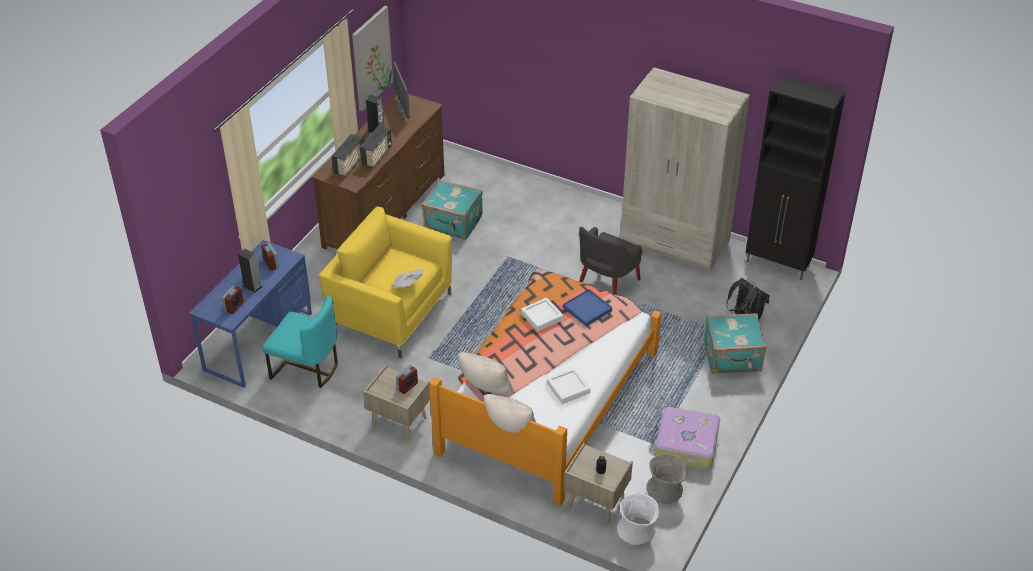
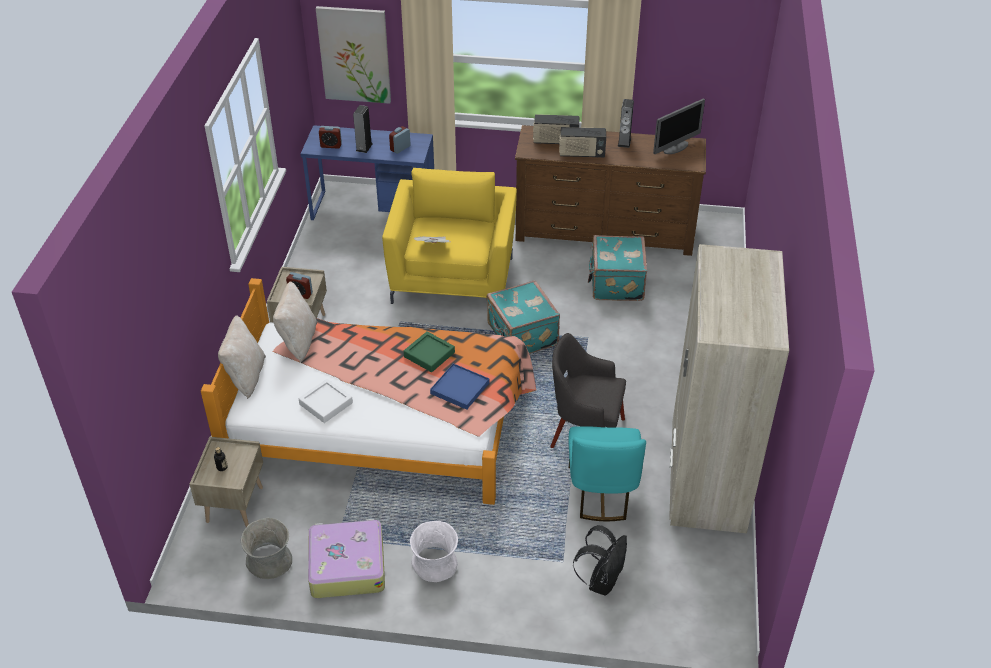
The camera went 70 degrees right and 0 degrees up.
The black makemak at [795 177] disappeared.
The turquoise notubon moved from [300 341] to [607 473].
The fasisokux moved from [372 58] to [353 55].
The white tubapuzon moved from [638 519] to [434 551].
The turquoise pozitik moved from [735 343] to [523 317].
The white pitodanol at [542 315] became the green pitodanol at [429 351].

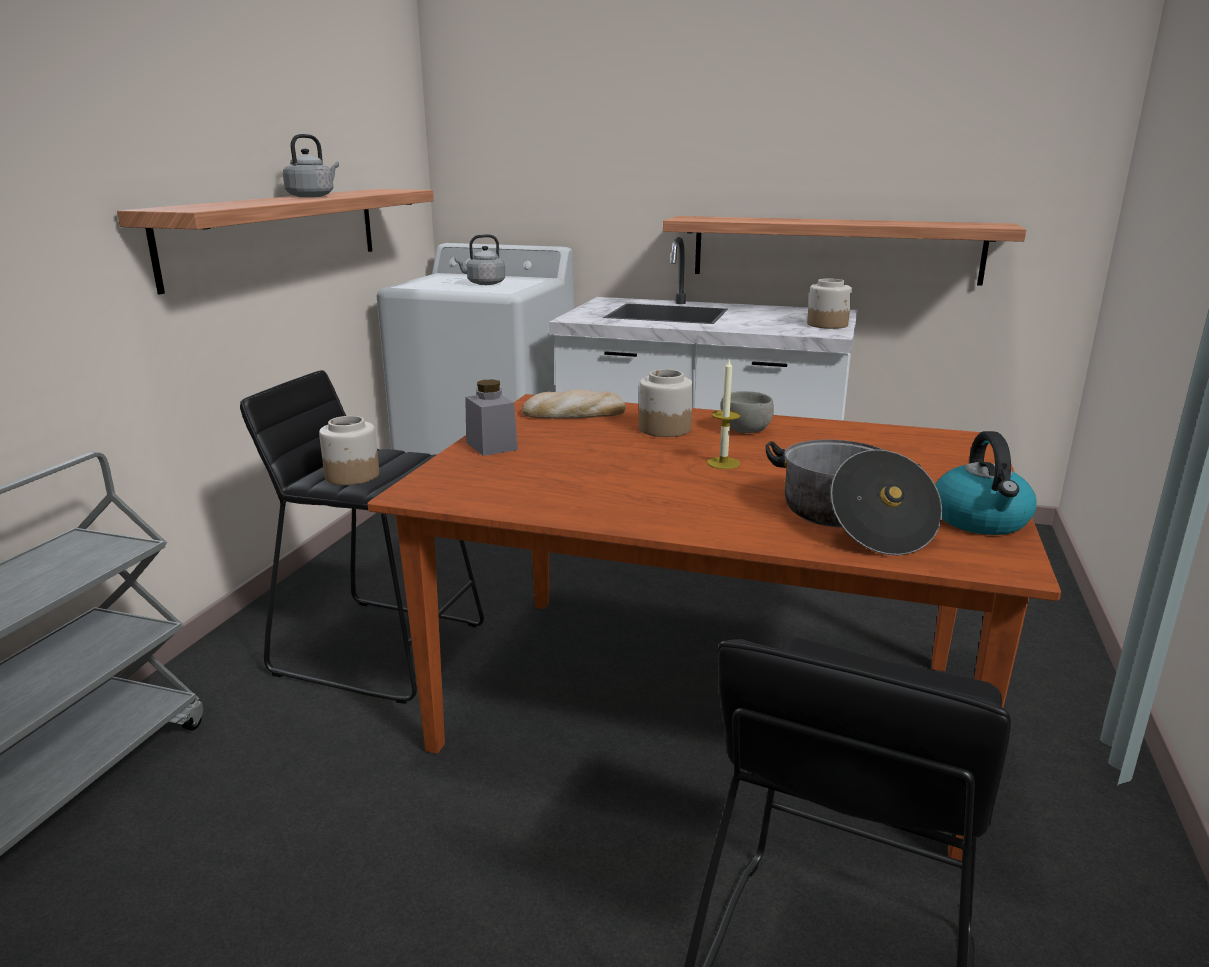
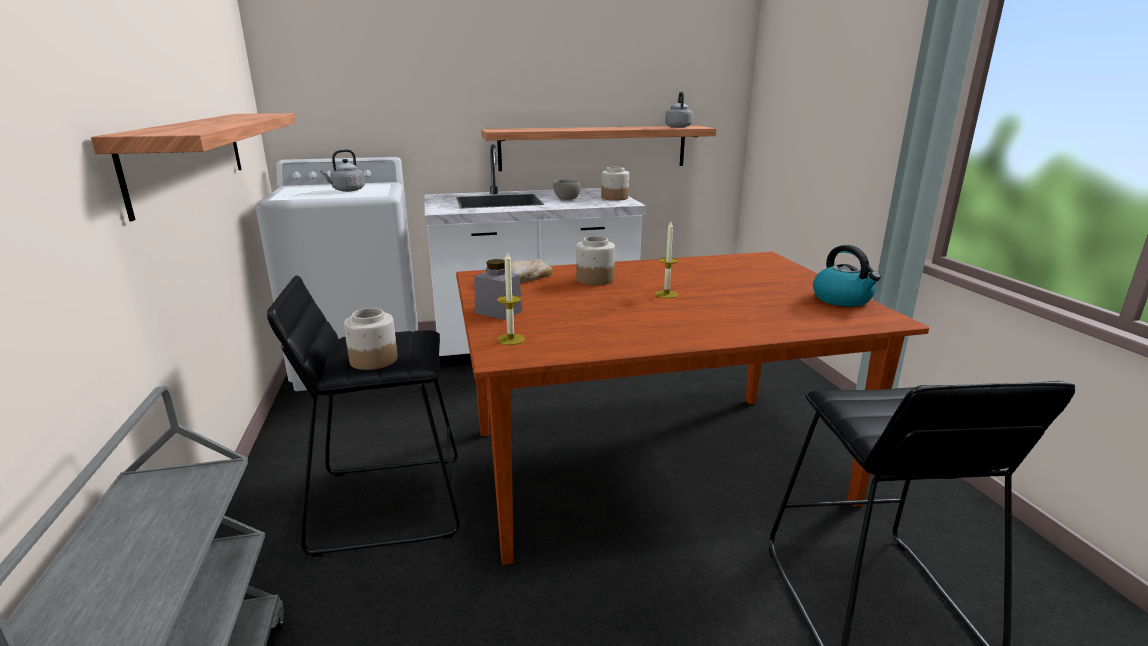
The camera went 30 degrees left and 0 degrees up.
The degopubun at [853 497] disappeared.
The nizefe at [511 298] appeared.
The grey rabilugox moved from [311 165] to [679 109].
The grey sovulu moved from [747 412] to [567 189].

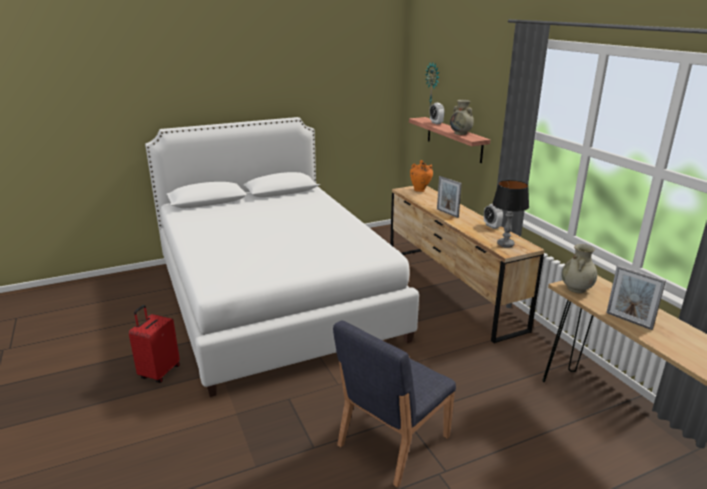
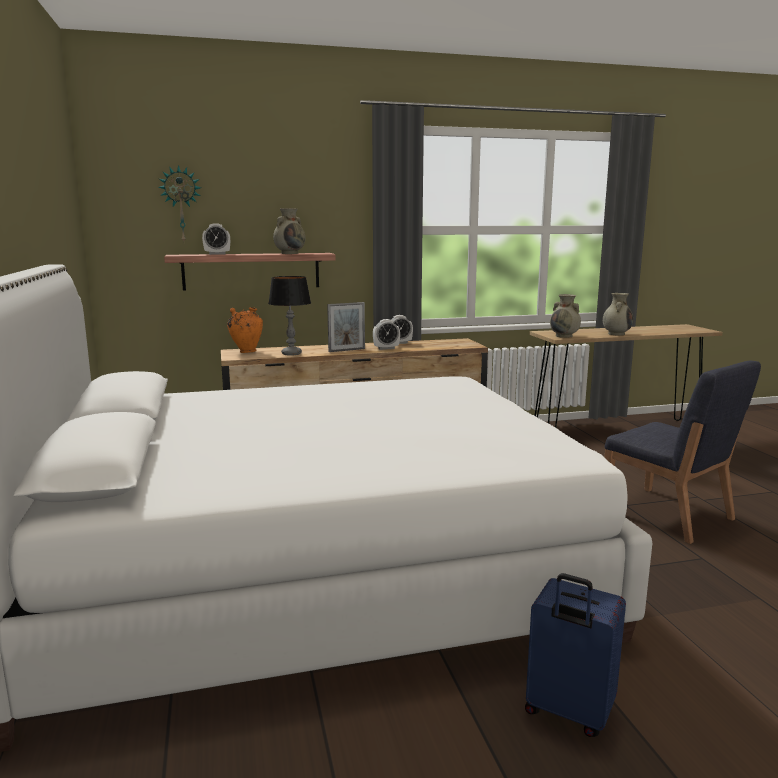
The camera went 80 degrees left and 10 degrees down.
The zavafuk at [386 334] appeared.
The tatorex moved from [510 214] to [289 316].
The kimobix at [636 297] was replaced by the beige tubapuzon at [618 314].
The red pozitik at [154 344] became the blue pozitik at [575 655].

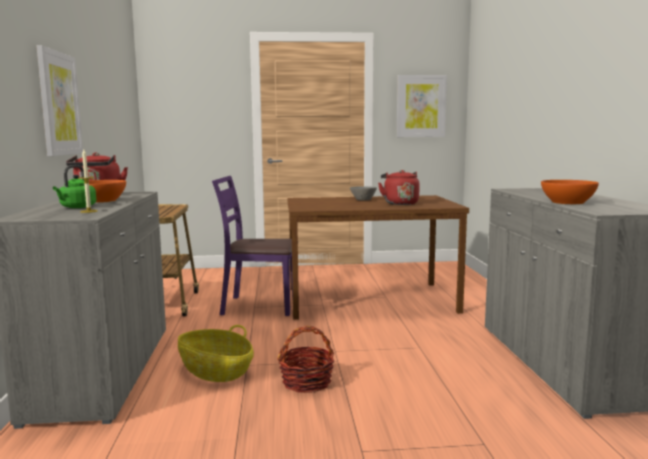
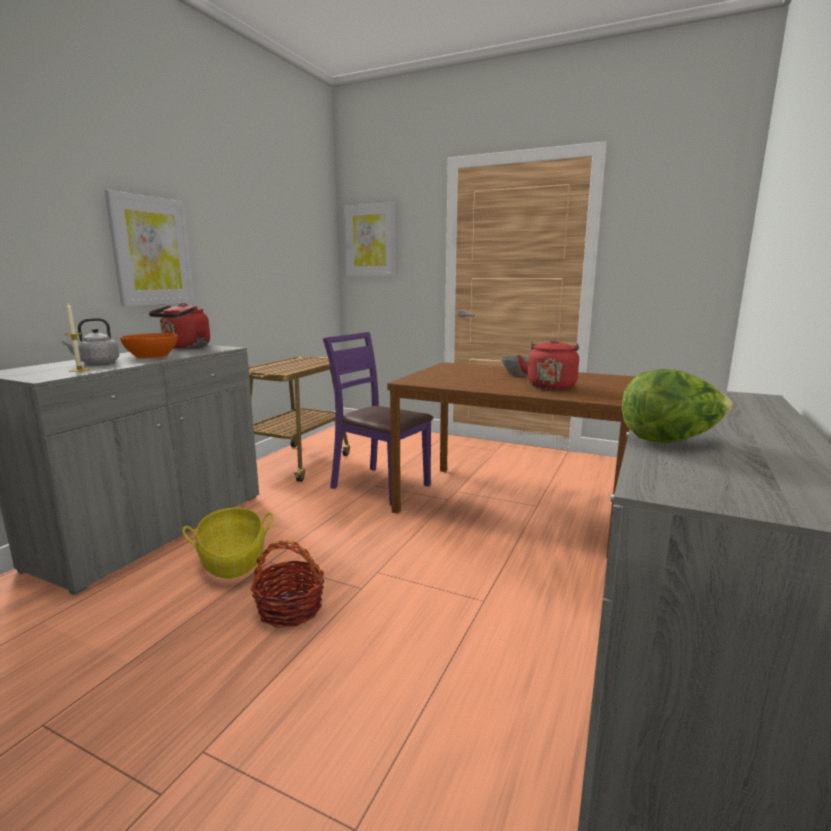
The camera went 30 degrees right and 5 degrees up.
The fasisokux moved from [422 106] to [370 239].
The orange sovulu at [570 192] was replaced by the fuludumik at [677 406].
The green rabilugox at [74 186] became the grey rabilugox at [90 341].

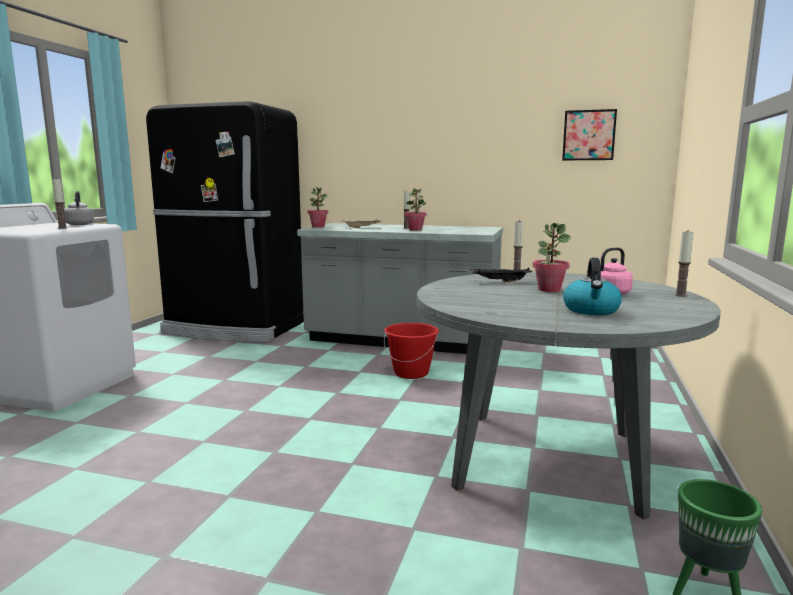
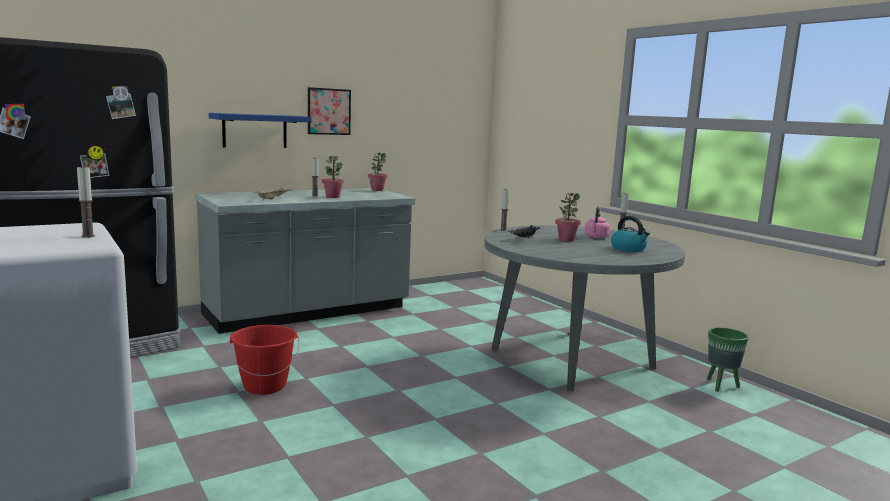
The camera went 50 degrees left and 0 degrees up.
The grey rabilugox at [79 208] disappeared.
The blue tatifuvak at [260 130] appeared.
The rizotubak moved from [318 208] to [378 172].
The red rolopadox moved from [411 351] to [263 360].
The fasisokux moved from [589 134] to [329 111].

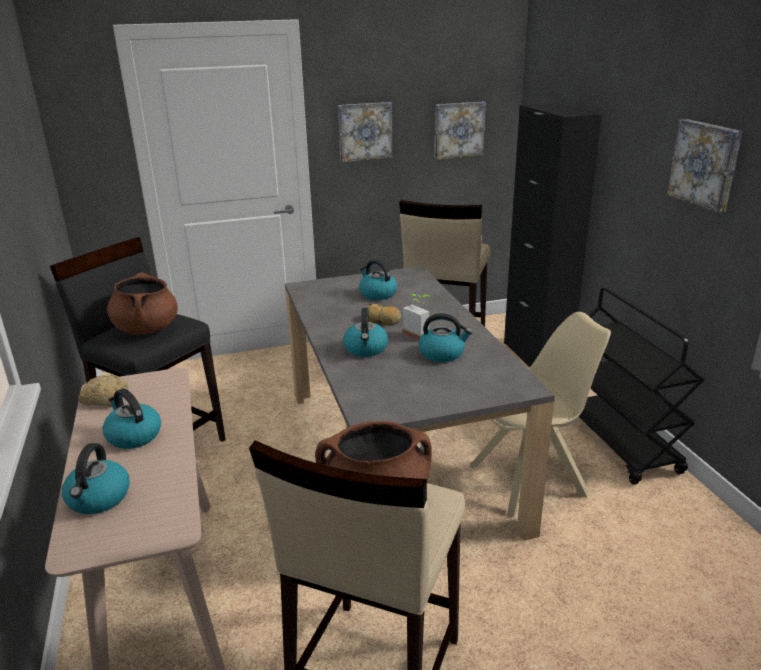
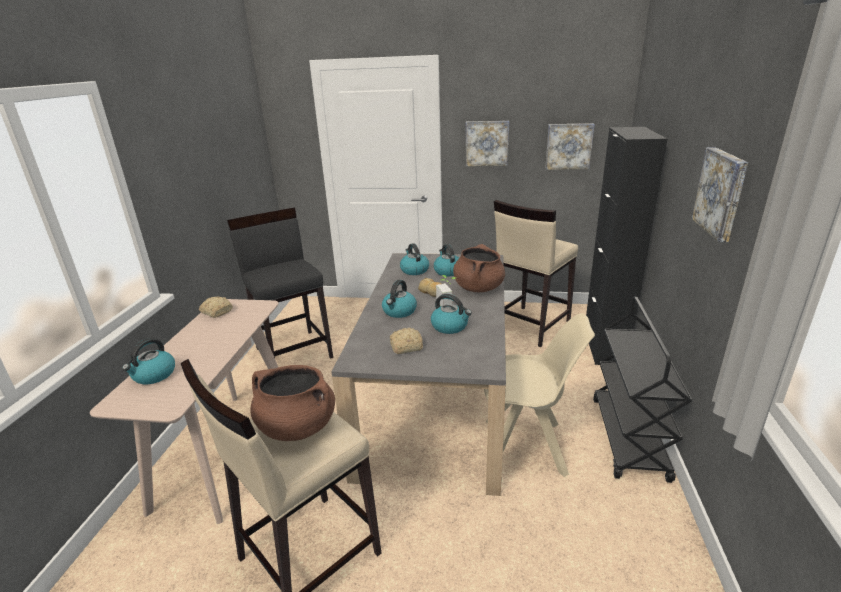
The camera went 25 degrees right and 0 degrees up.
The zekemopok at [406 341] appeared.
The rabilugox moved from [131 419] to [414 259].
The brown degopubun moved from [142 303] to [479 268].

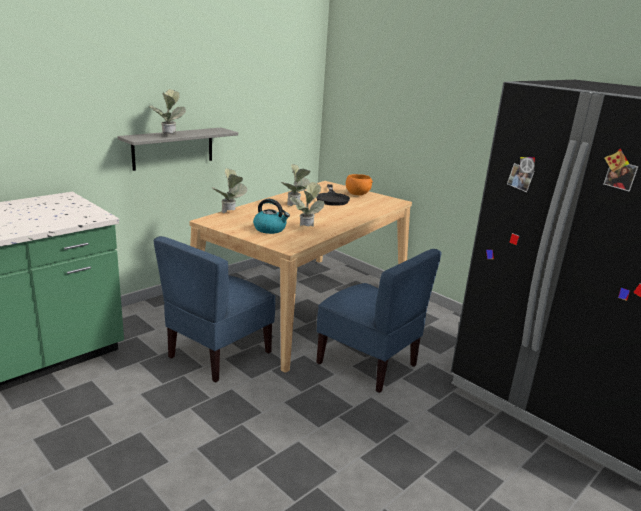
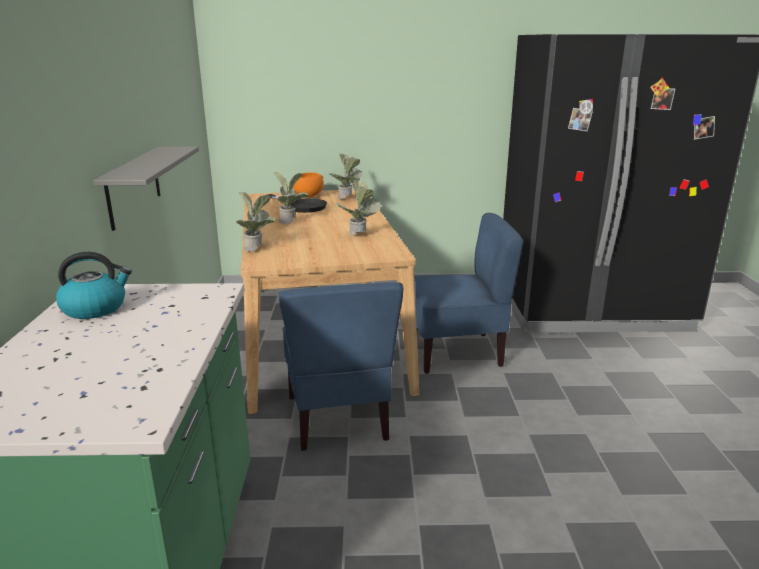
The camera went 45 degrees left and 0 degrees up.
The rizotubak moved from [167 112] to [345 176].
The rabilugox moved from [271 216] to [94 285].

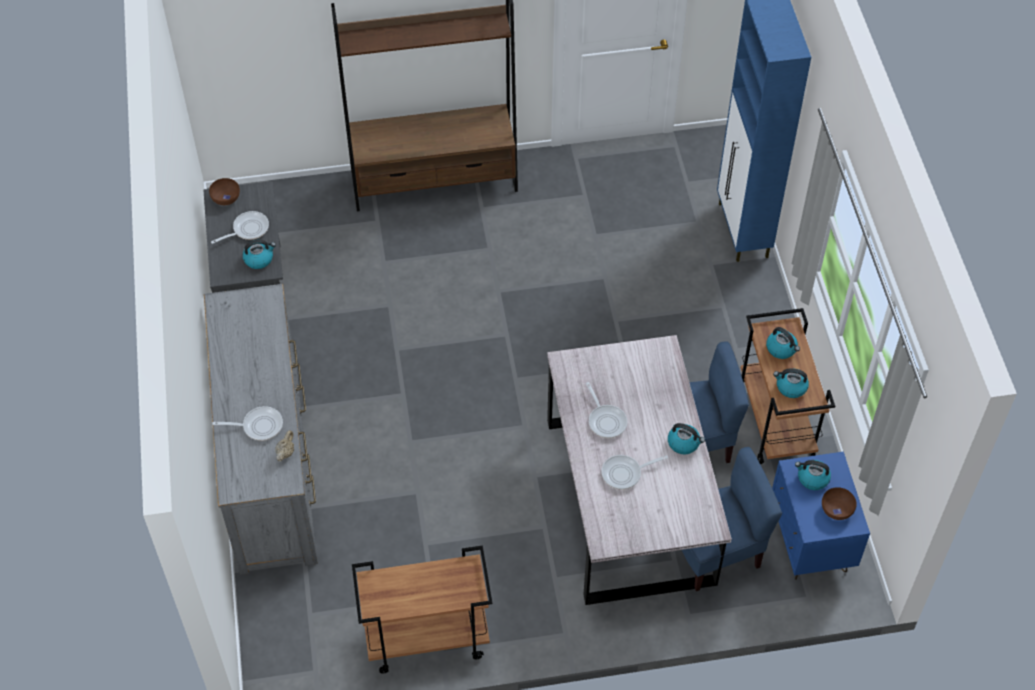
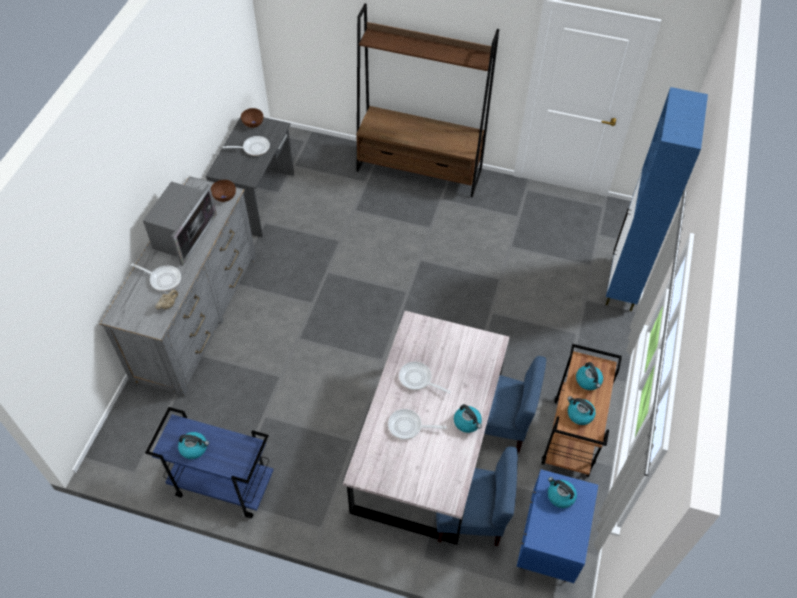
The camera went 25 degrees right and 0 degrees up.
The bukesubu at [180 223] appeared.
The rabilugox moved from [259 254] to [193 445].
The brown sovulu moved from [839 503] to [223 191].
The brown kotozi at [422 609] became the blue kotozi at [209 462].
The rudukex at [606 410] turned 120 degrees clockwise.

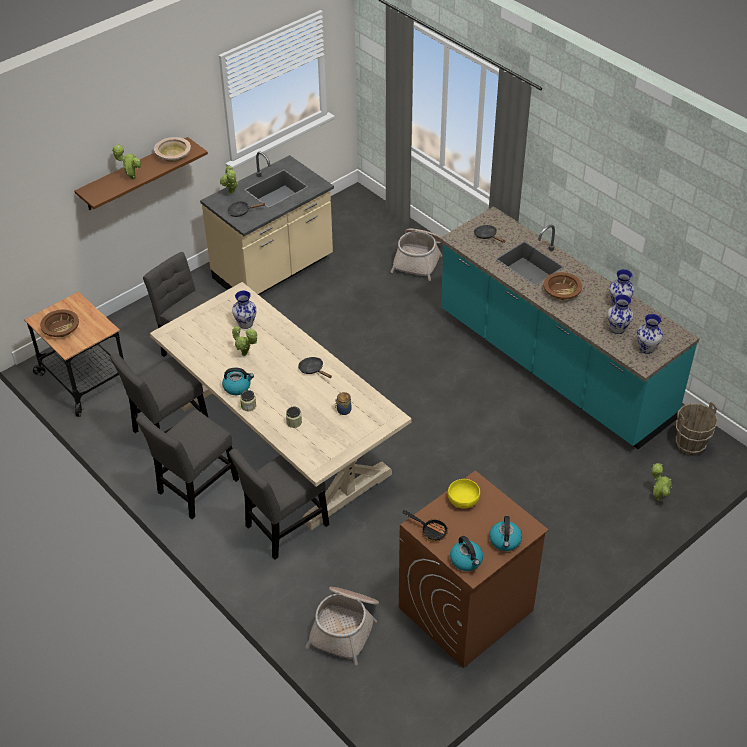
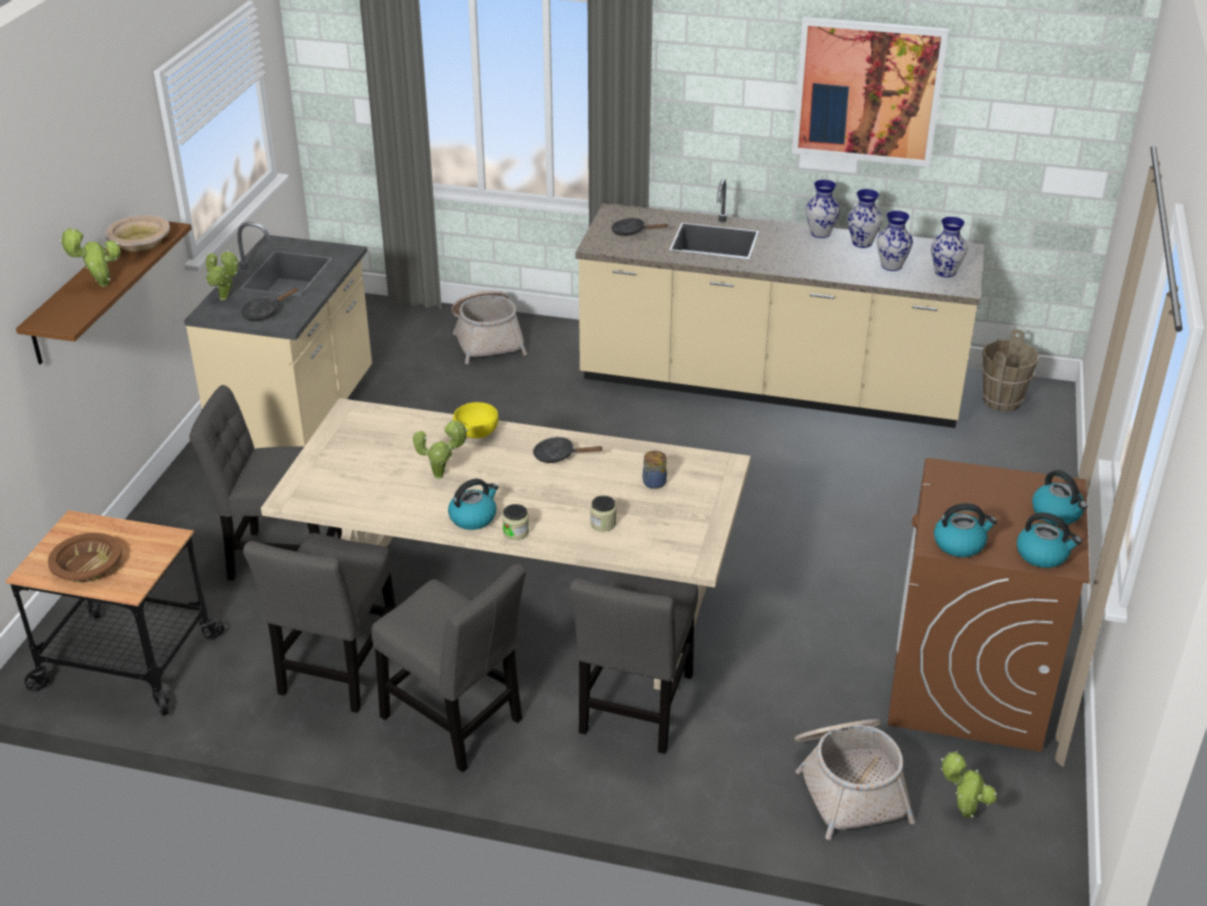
The camera went 35 degrees left and 10 degrees down.
The brown sovulu at [562 286] disappeared.
The fasisokux at [870 92] appeared.
The tubapuzon moved from [244 310] to [823 209].
The yellow sovulu moved from [464 494] to [475 420].
The rizotubak moved from [661 482] to [969 784].
The rudukex at [425 526] was replaced by the rabilugox at [965 530].
The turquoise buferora at [570 327] became the beige buferora at [779 303].
The grey notubon at [187 464] turned 60 degrees counterclockwise.

